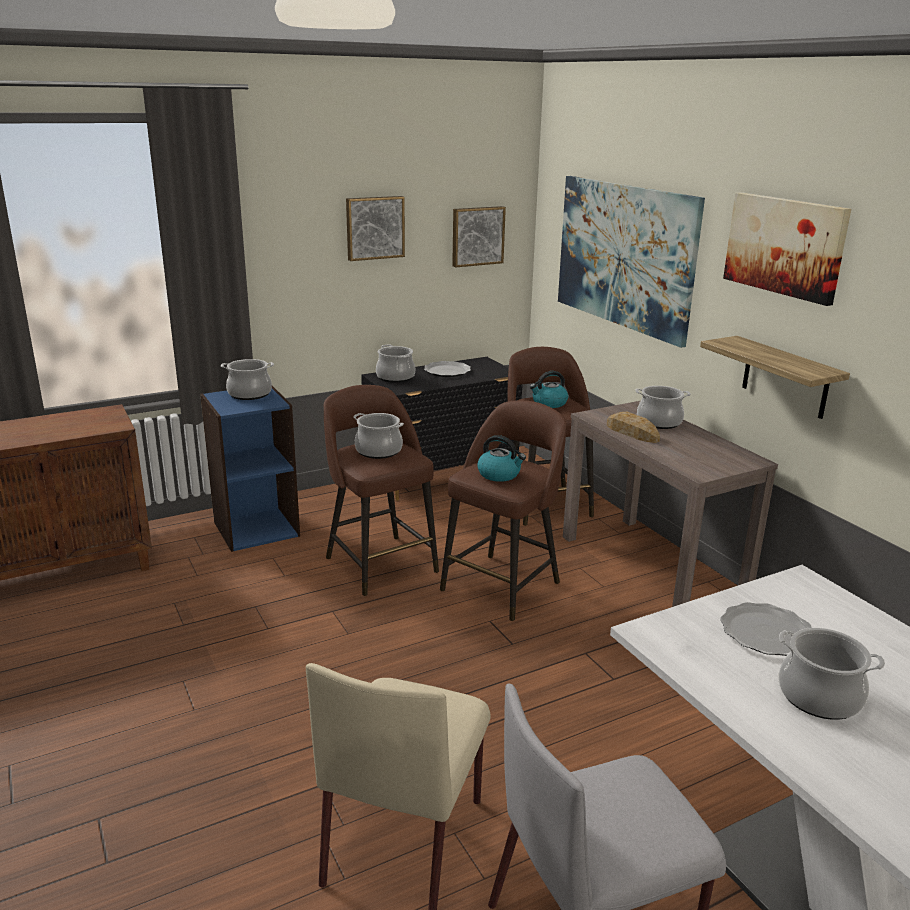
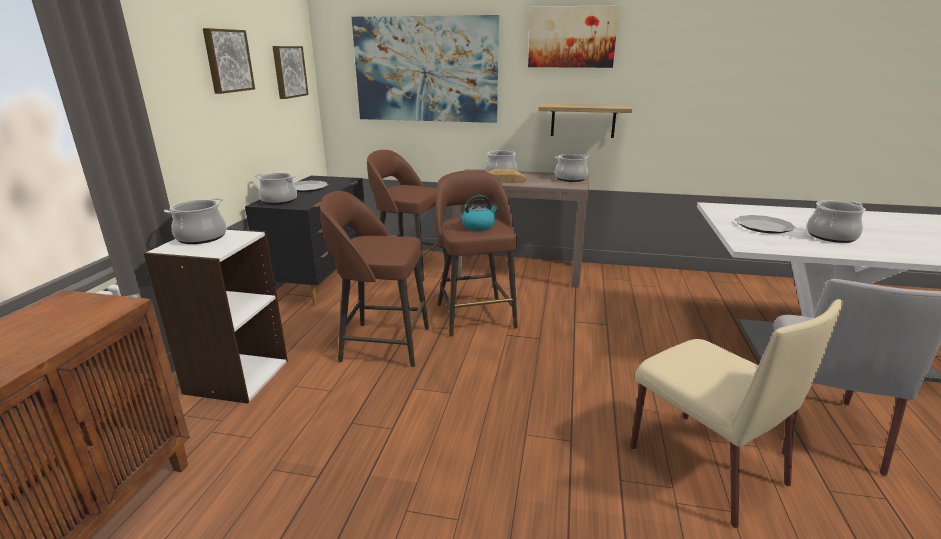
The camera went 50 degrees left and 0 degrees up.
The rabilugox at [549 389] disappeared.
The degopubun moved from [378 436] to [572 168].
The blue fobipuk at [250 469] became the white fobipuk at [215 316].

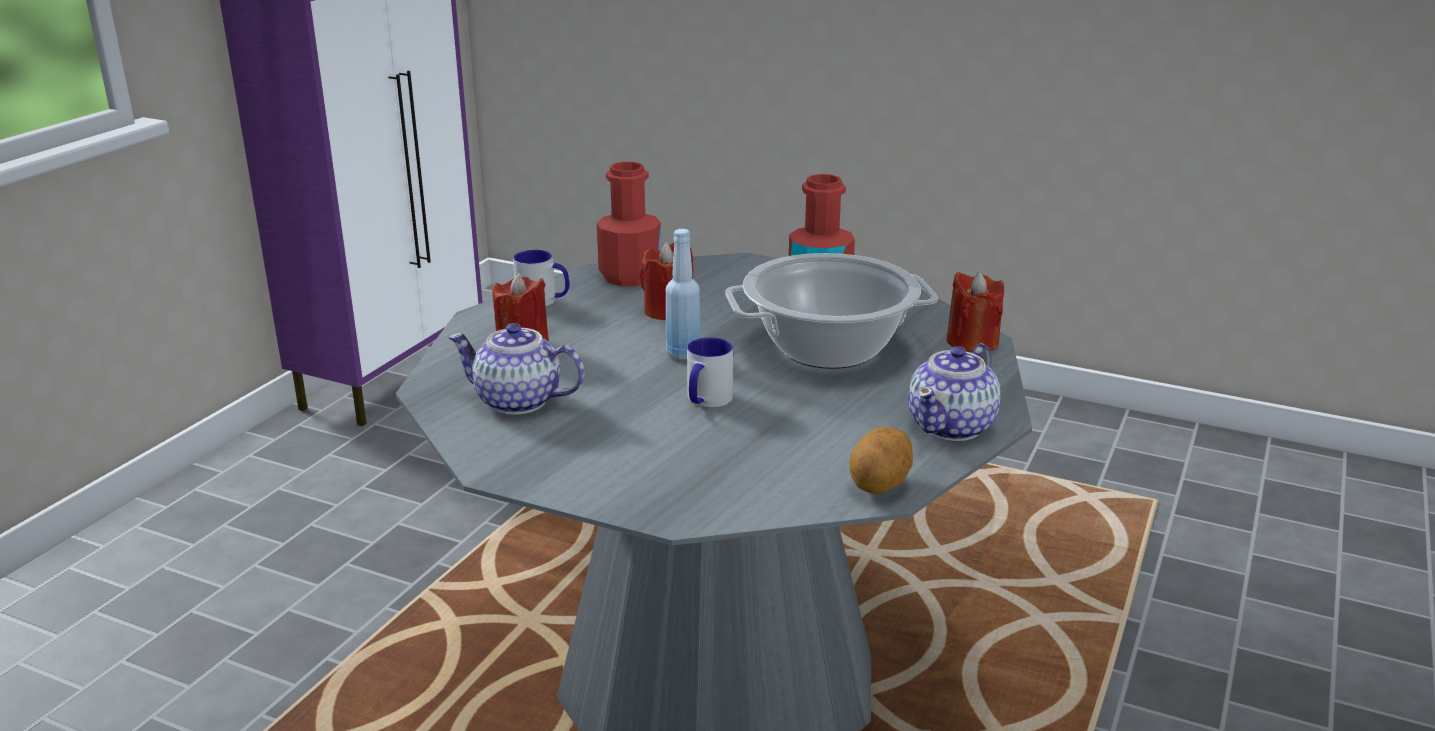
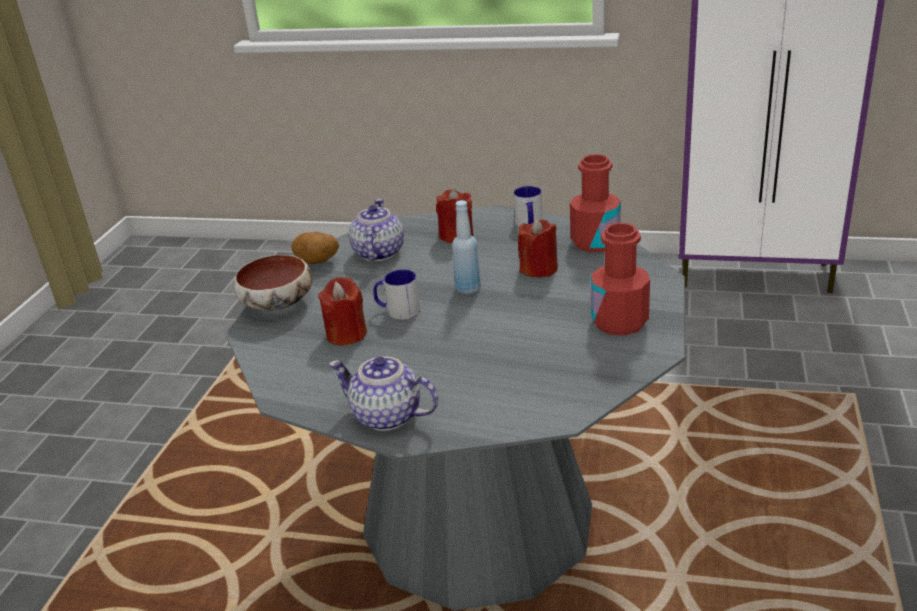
The camera went 80 degrees right and 5 degrees up.
The degopubun at [831 311] disappeared.
The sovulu at [273 282] appeared.
The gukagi moved from [881 460] to [315 248].
The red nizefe moved from [975 312] to [342 311].

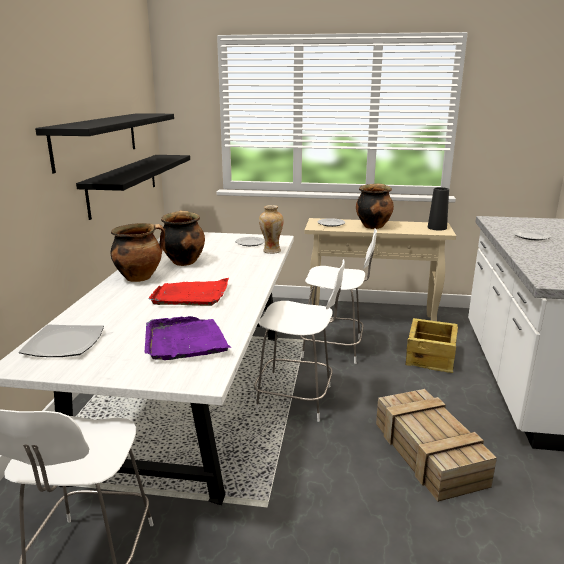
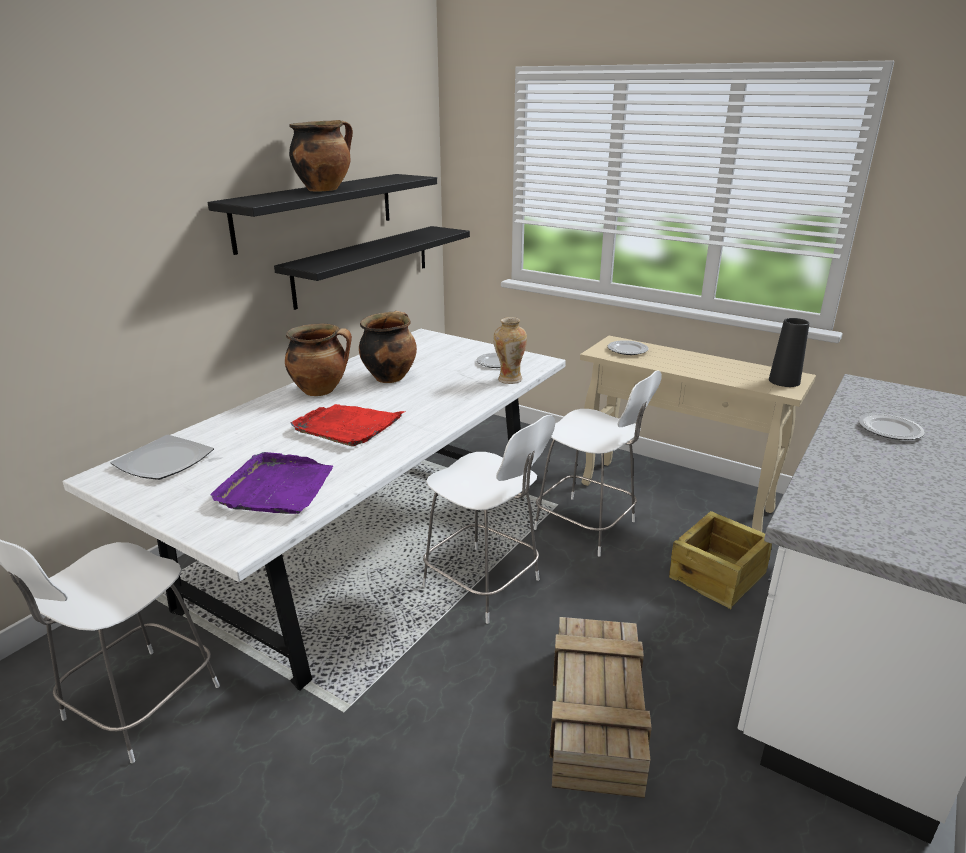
The camera went 25 degrees right and 5 degrees up.
The degopubun moved from [375 206] to [321 156].

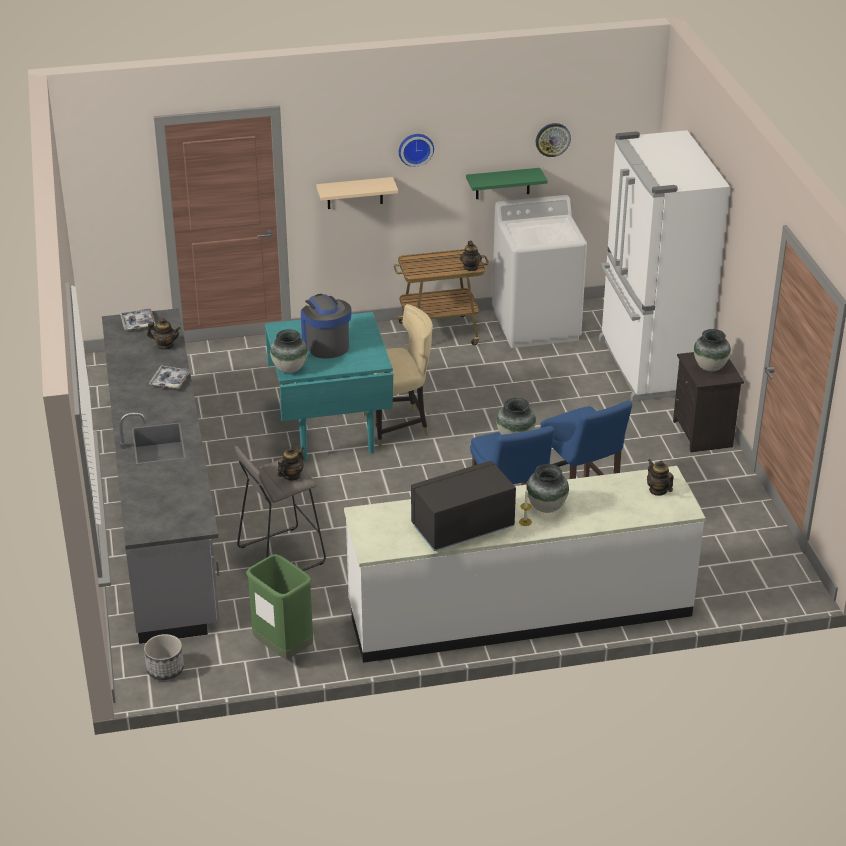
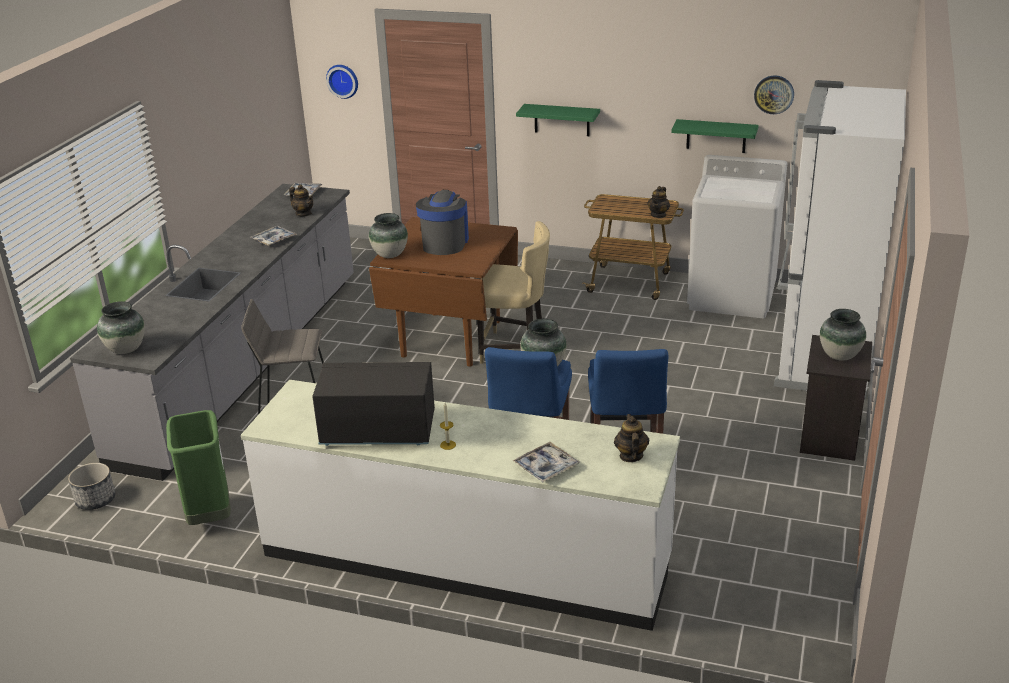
The camera went 30 degrees right and 5 degrees down.
The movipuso at [291 464] disappeared.
The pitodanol at [546 462] appeared.
The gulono moved from [416 150] to [342 82].
The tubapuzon moved from [547 488] to [121 327].
The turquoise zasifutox at [329 386] became the brown zasifutox at [443 292].
The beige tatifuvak at [357 193] became the green tatifuvak at [558 120].

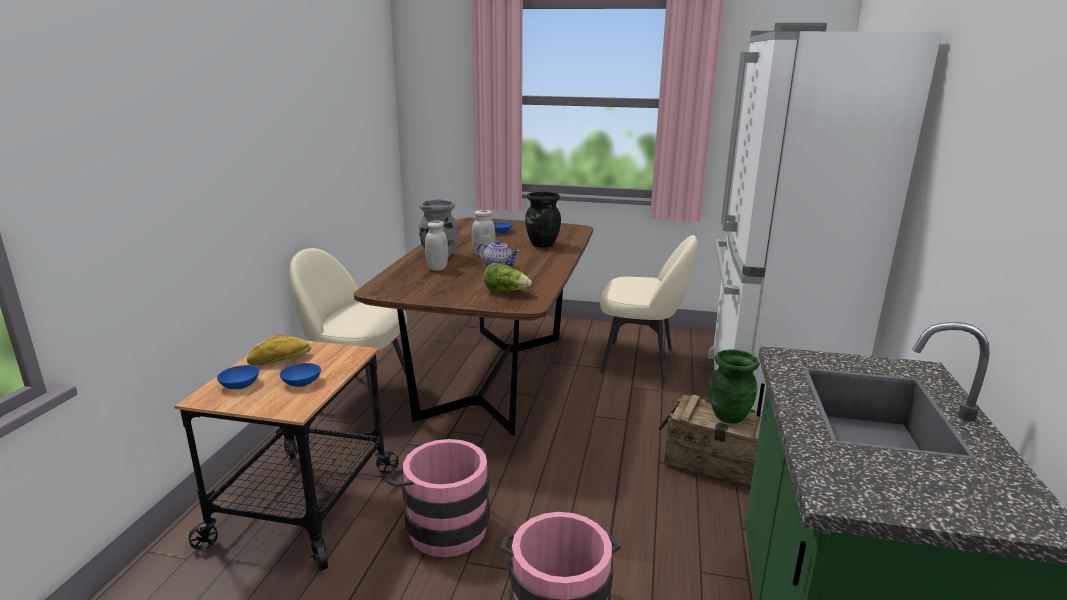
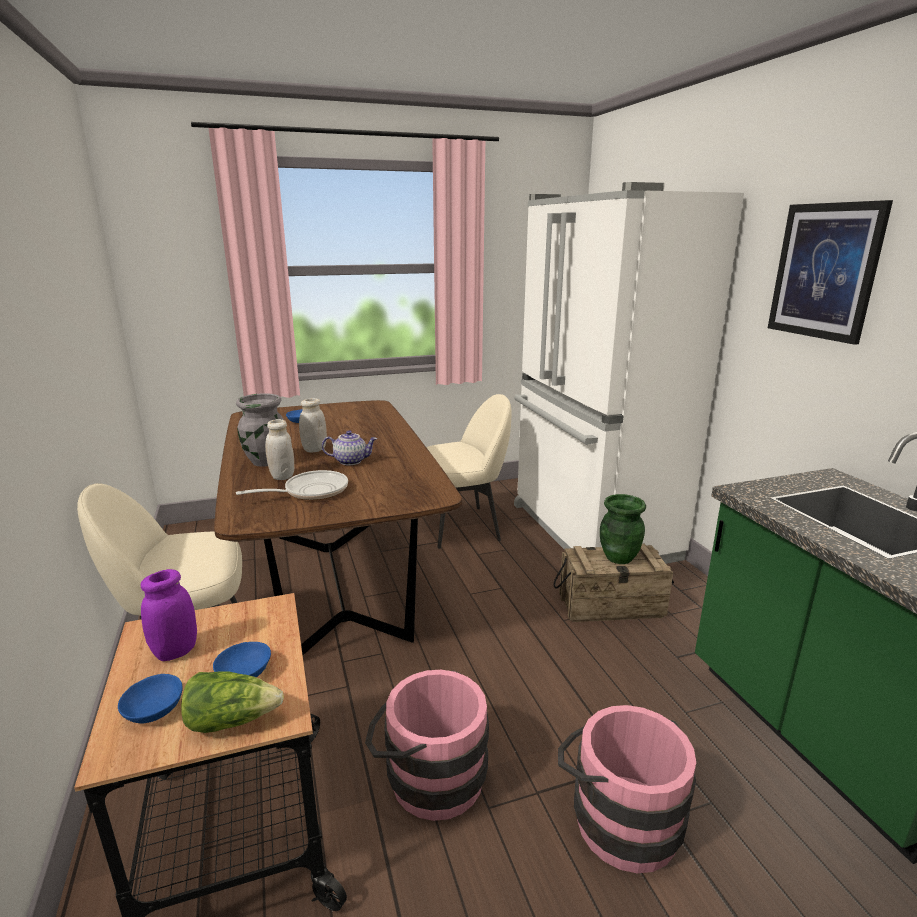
The camera went 30 degrees left and 0 degrees up.
The black tubapuzon at [543 219] disappeared.
The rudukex at [292 485] appeared.
The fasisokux at [830 272] appeared.
The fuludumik moved from [508 277] to [232 702].
The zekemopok at [279 350] was replaced by the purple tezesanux at [169 615].

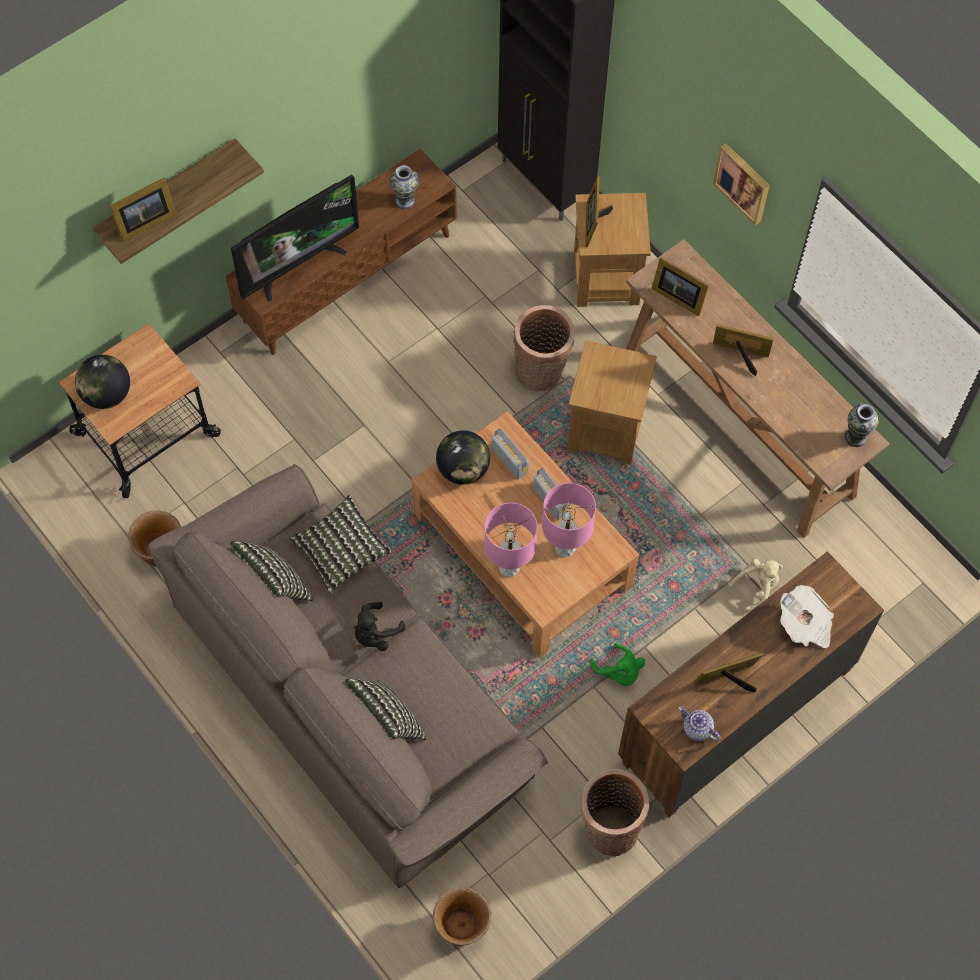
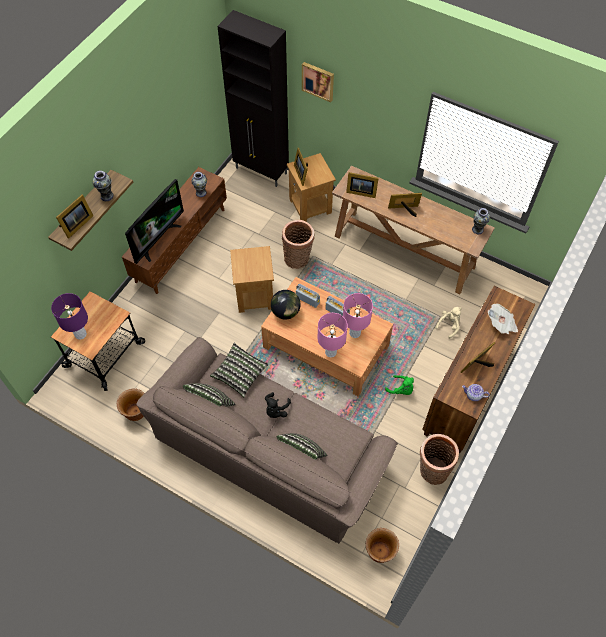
The camera went 20 degrees left and 5 degrees down.
The tubapuzon at [103 186] appeared.
The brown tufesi moved from [612 403] to [252 279].
The fasisokux moved from [741 184] to [318 82].
The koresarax at [102 382] was replaced by the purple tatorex at [69 316].

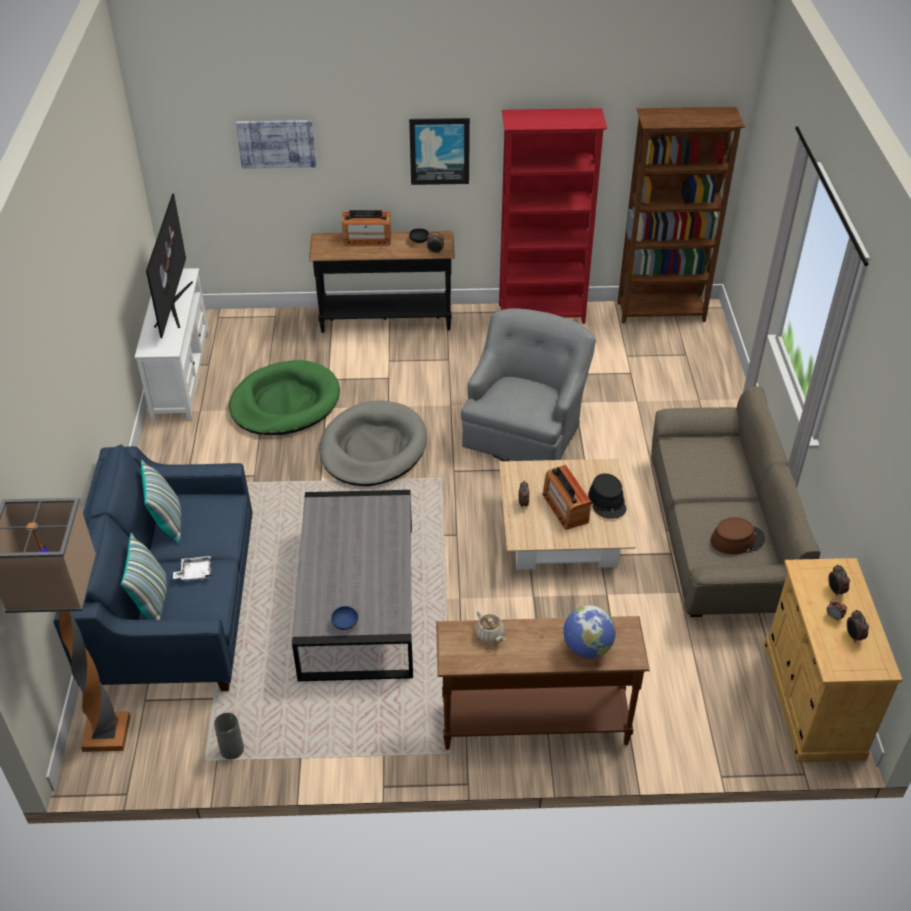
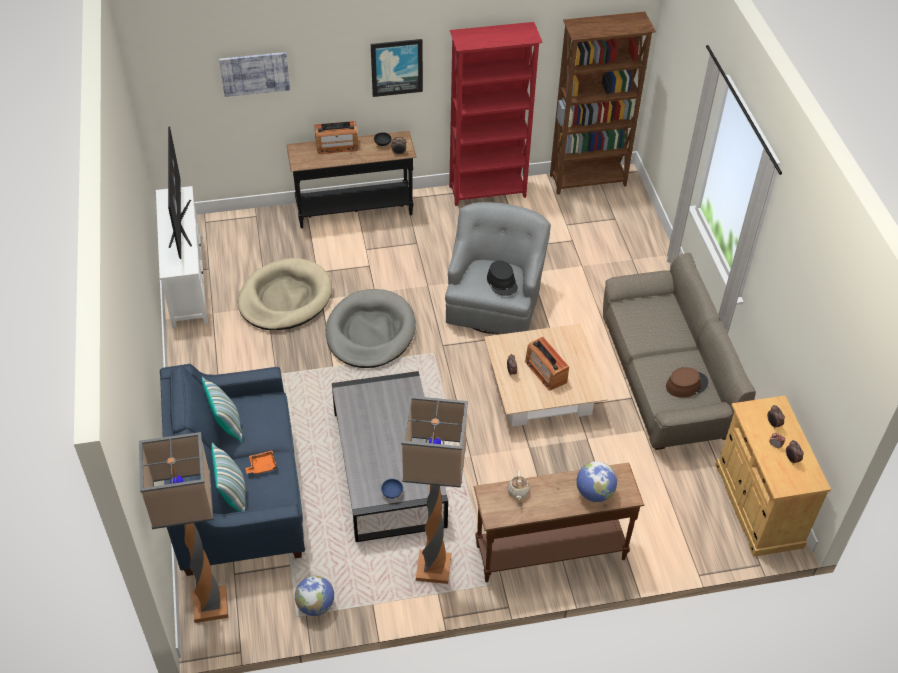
The camera went 10 degrees left and 5 degrees up.
The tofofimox at [434 490] appeared.
The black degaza moved from [607 496] to [502 278].
The grey tubapuzon at [229 736] was replaced by the koresarax at [314 596].
The white pitodanol at [192 568] became the orange pitodanol at [261 462].
The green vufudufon at [284 397] became the beige vufudufon at [285 294].
The beige movipuso at [490 626] turned 45 degrees clockwise.

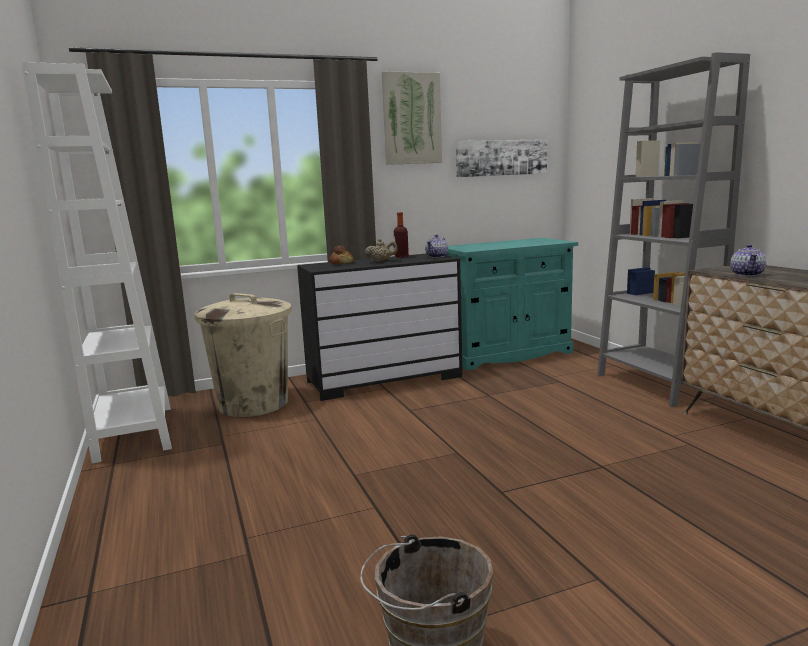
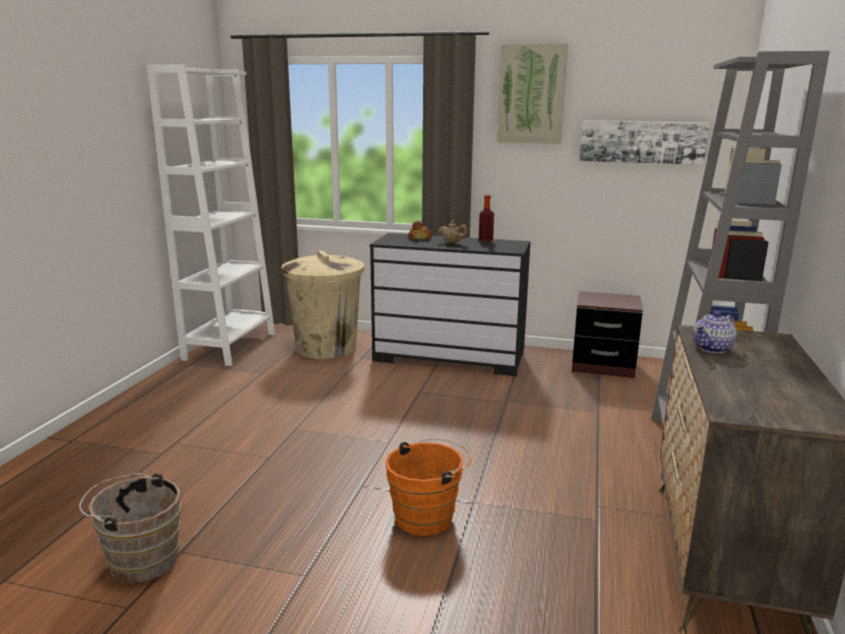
The camera went 35 degrees right and 5 degrees up.
The movipuso at [436 246] disappeared.
The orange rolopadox at [428 487] appeared.
The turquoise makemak at [512 304] was replaced by the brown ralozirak at [607 334].

